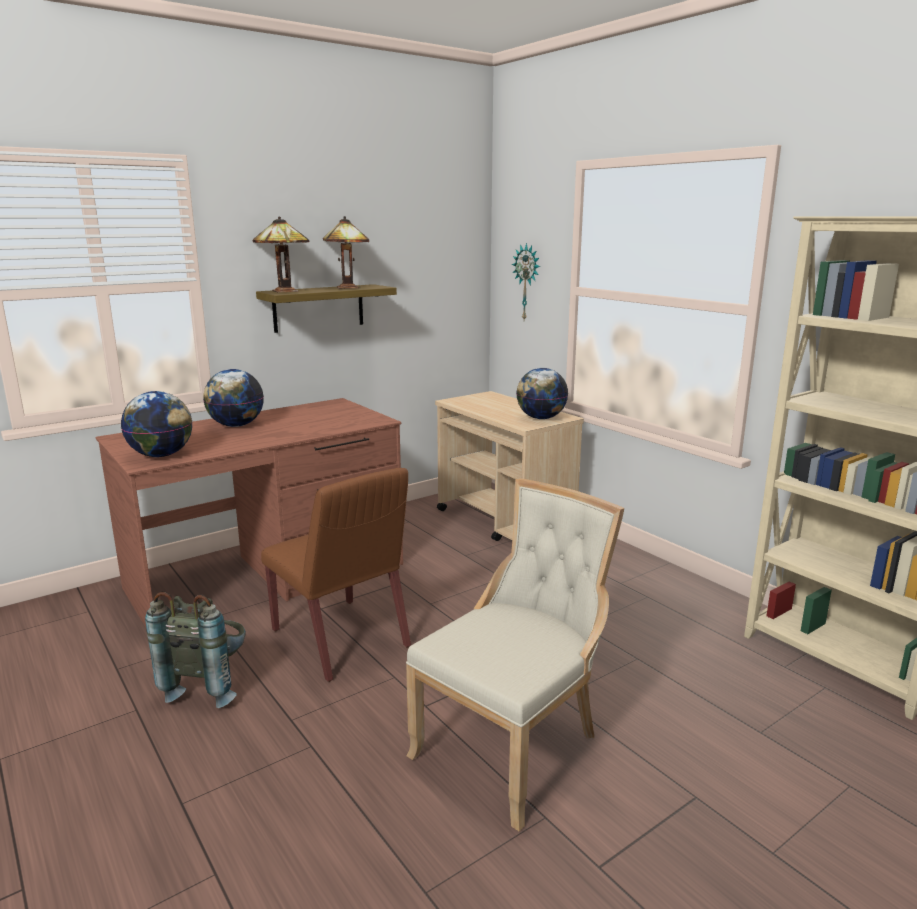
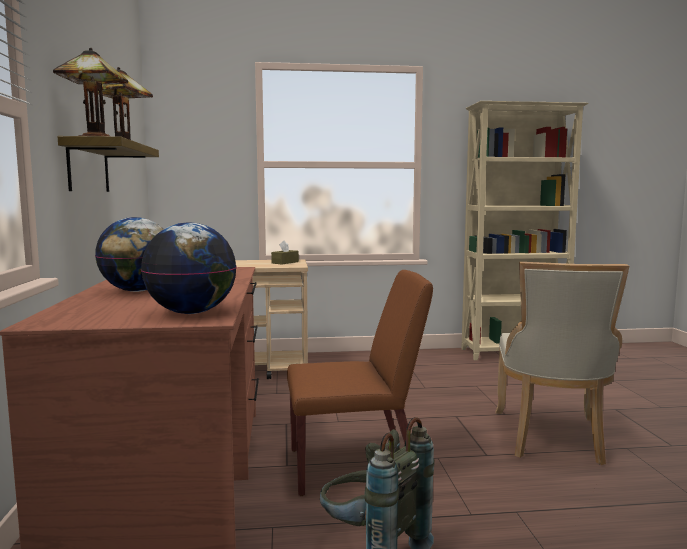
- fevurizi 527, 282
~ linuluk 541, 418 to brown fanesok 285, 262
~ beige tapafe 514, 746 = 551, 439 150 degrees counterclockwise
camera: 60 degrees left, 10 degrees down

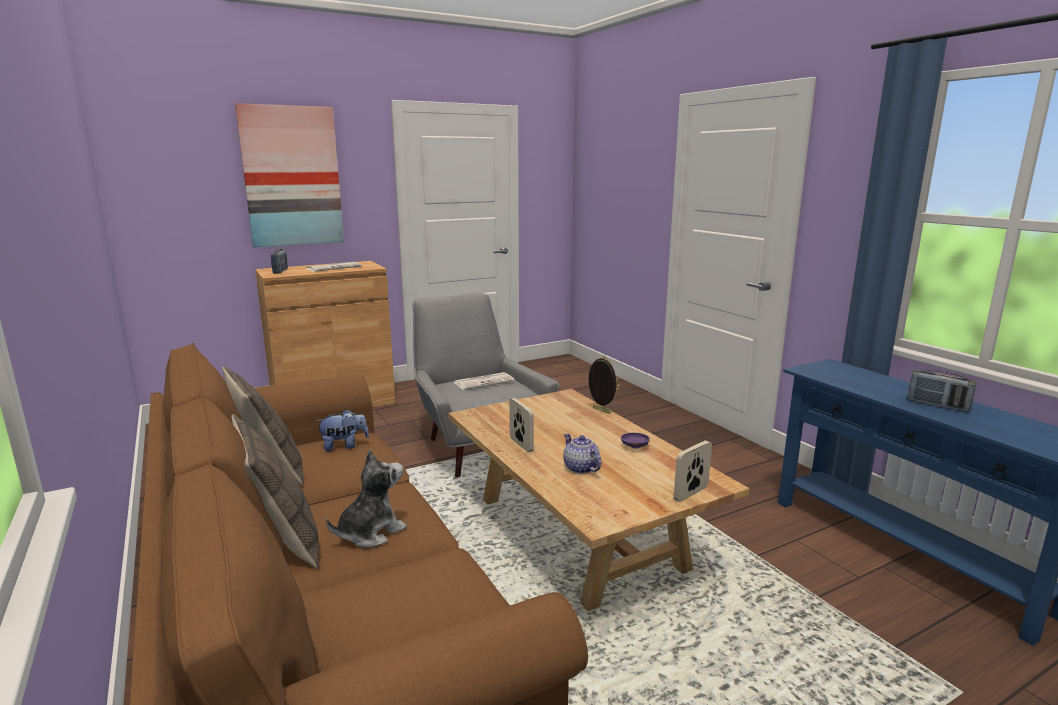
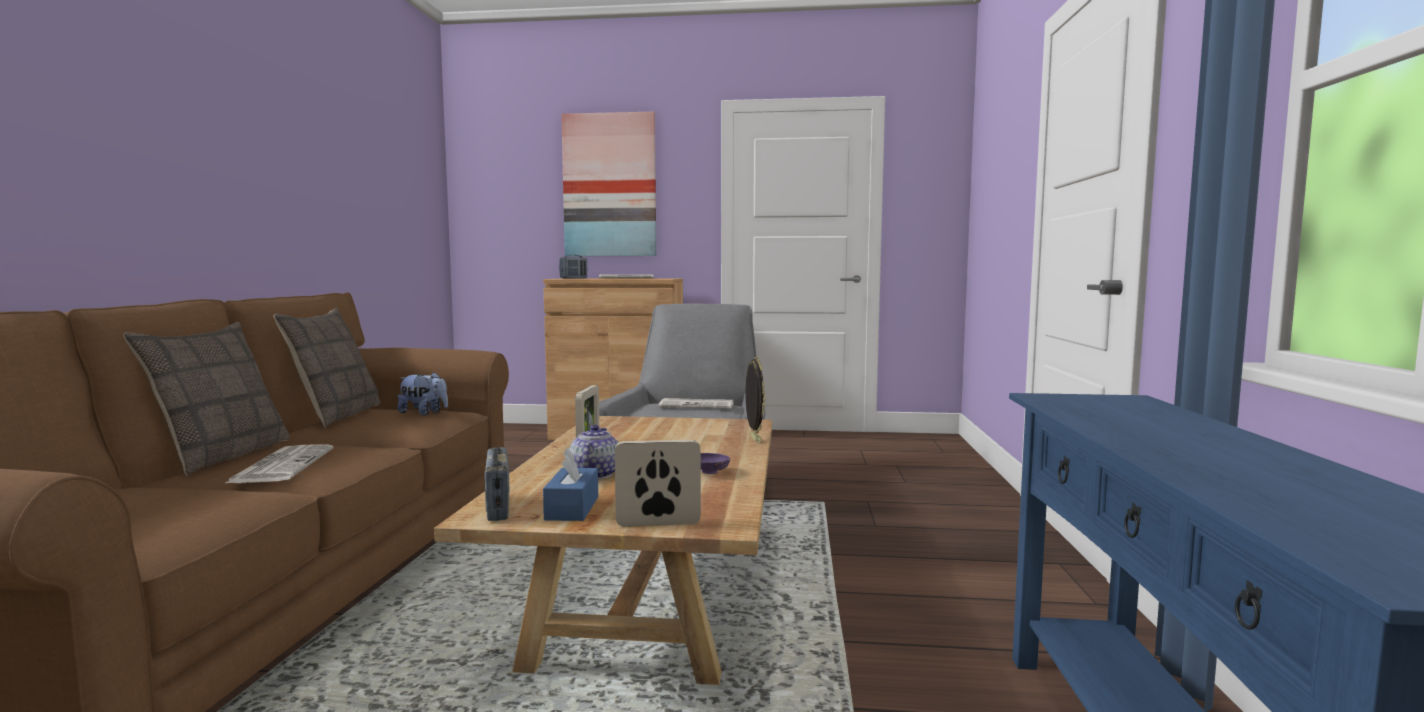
~ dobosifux 937, 406 to 498, 508
~ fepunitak 370, 532 to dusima 282, 465
+ blue fanesok 572, 508
camera: 35 degrees right, 10 degrees down

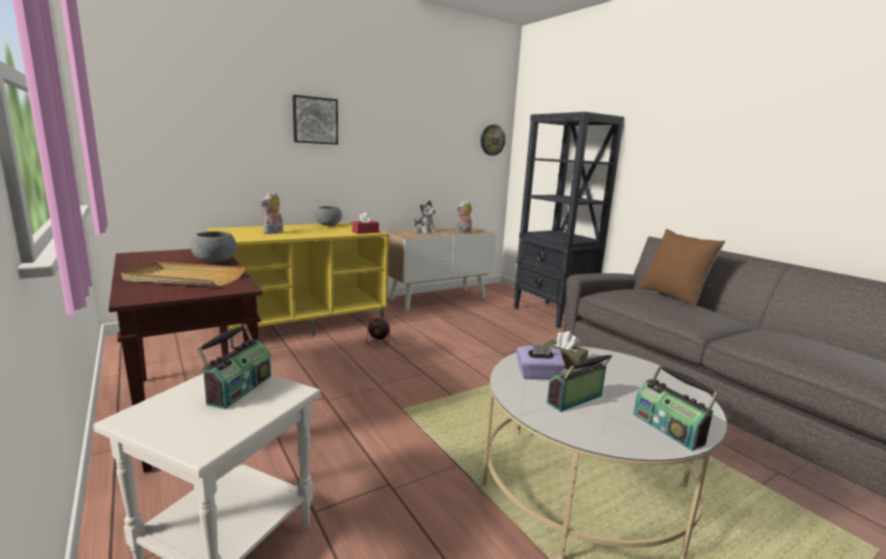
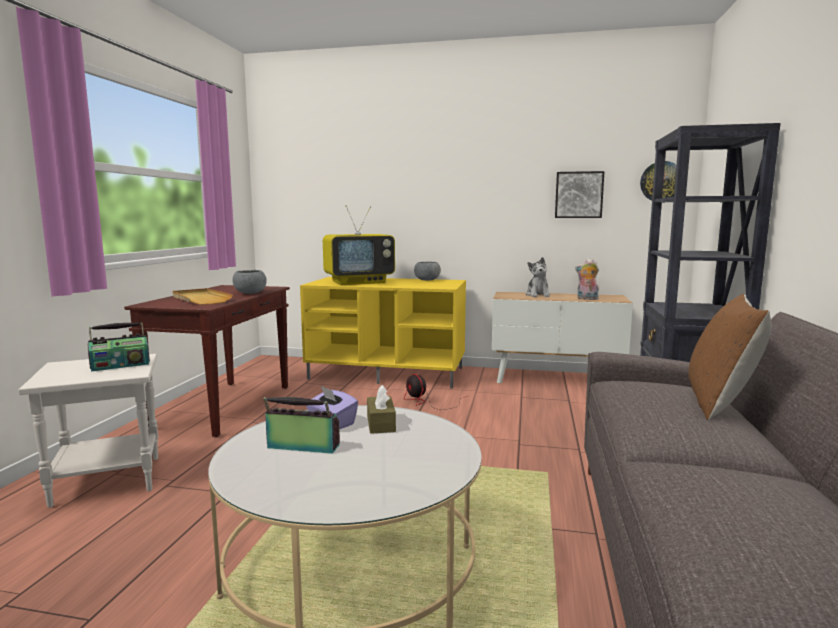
~ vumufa 315, 120 to 578, 195
~ fepunitak 273, 233 to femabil 359, 282
- red fanesok 365, 232
- dobosifux 668, 428
camera: 45 degrees right, 5 degrees down

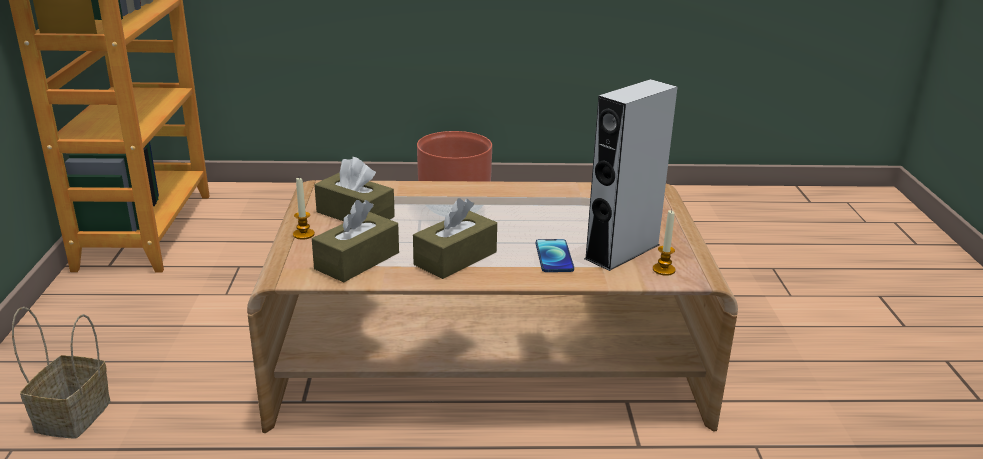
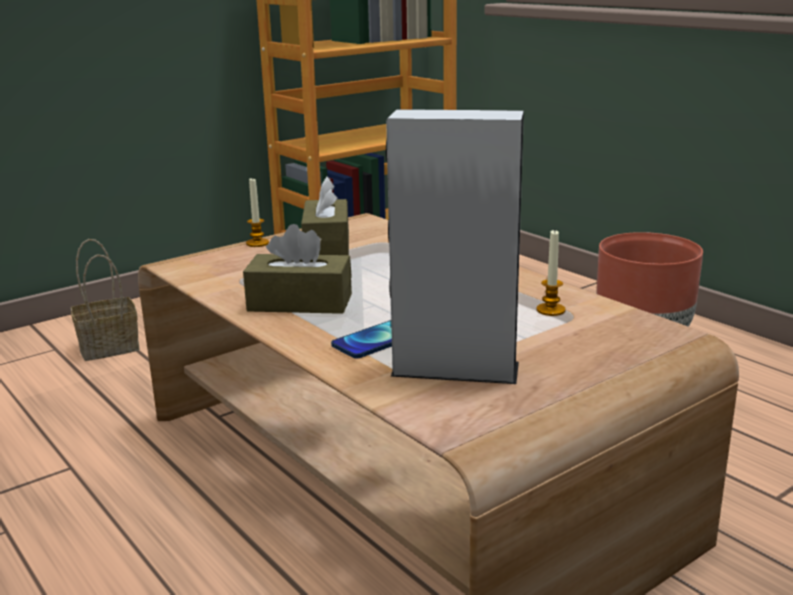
- brown fanesok 357, 261
~ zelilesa 663, 270 to 550, 310
camera: 55 degrees right, 5 degrees down

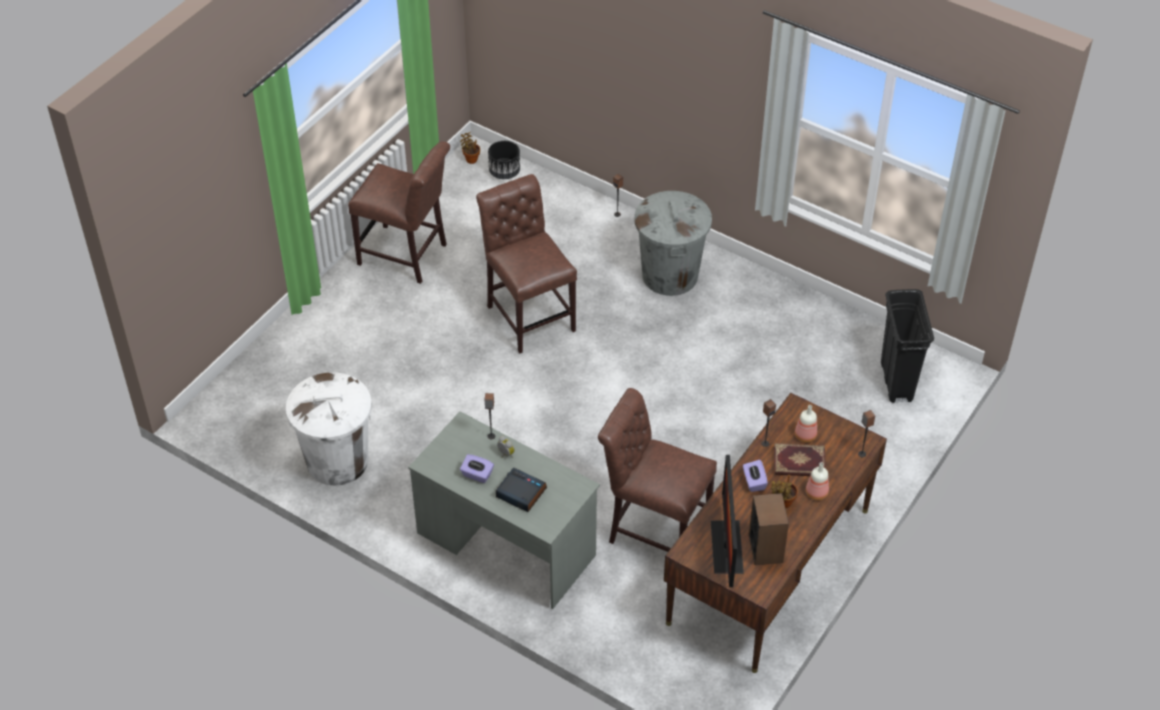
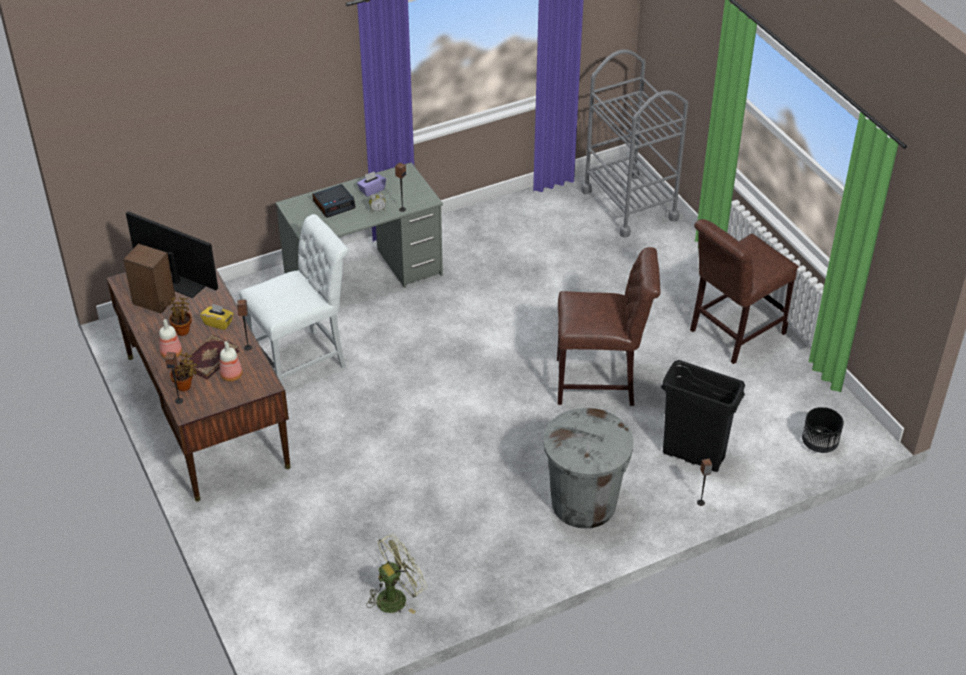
~ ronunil 471, 159 to 185, 386
~ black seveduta 896, 381 to 694, 455
- white seveduta 338, 461
~ brown tapafe 654, 529 to white tapafe 303, 361
~ purple fanesok 754, 482 to yellow fanesok 218, 323
+ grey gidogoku 629, 204
+ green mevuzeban 396, 596
camera: 120 degrees right, 5 degrees down

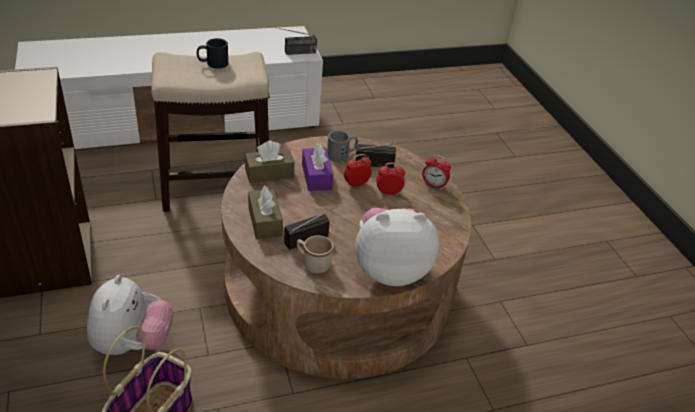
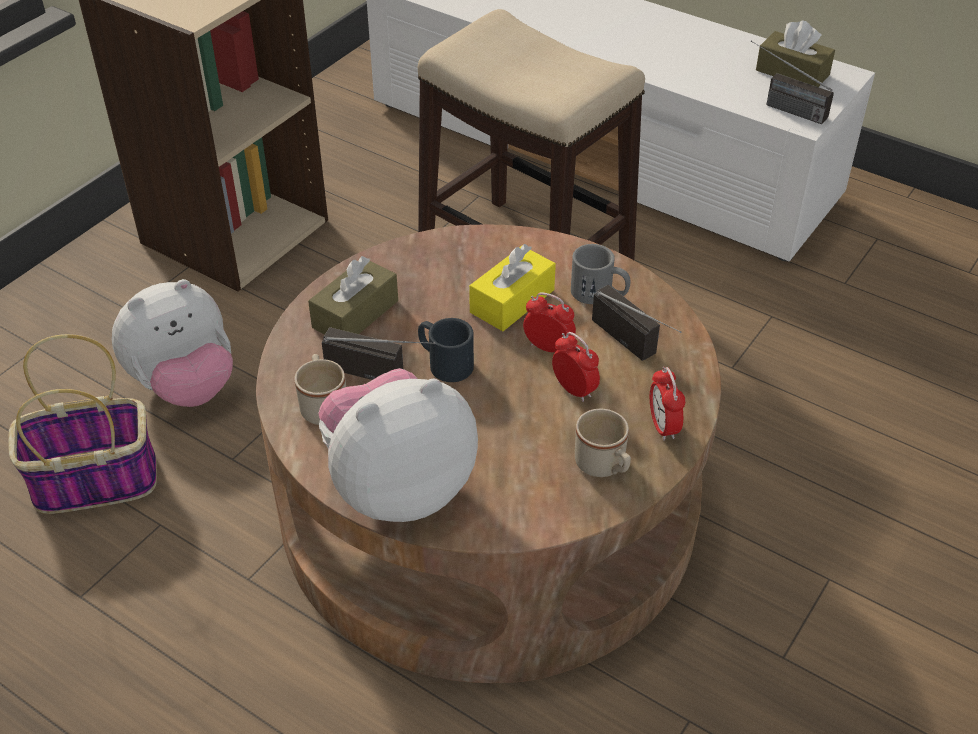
~ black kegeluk 212, 63 to 444, 362
~ brown fanesok 269, 173 to 792, 72
~ purple fanesok 316, 176 to yellow fanesok 512, 301
~ fepunitak 390, 269 = 398, 487 75 degrees counterclockwise
+ beige kegeluk 604, 466
camera: 55 degrees right, 5 degrees up

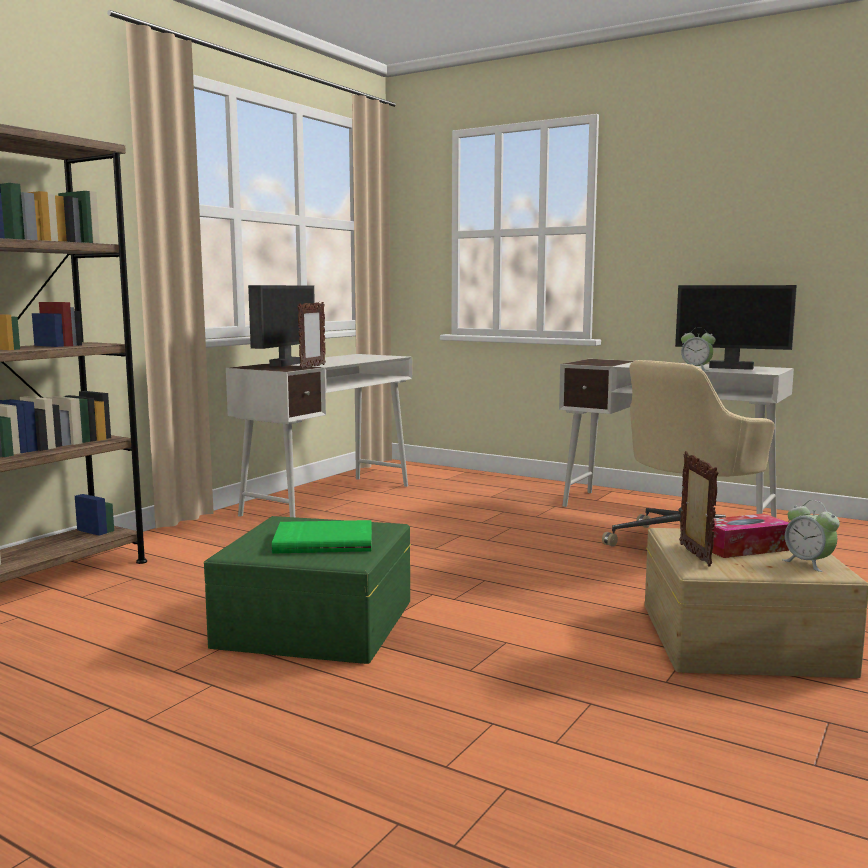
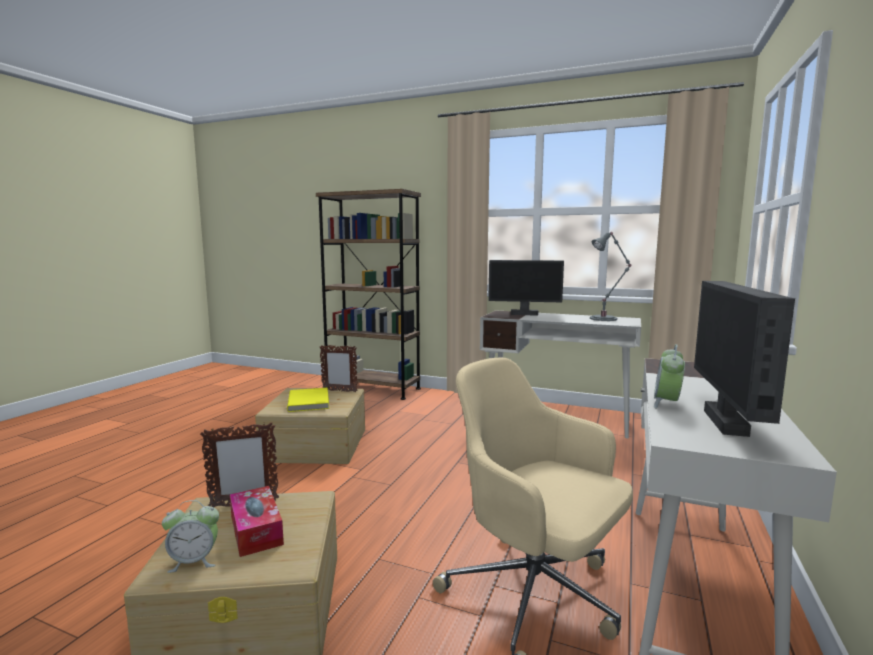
~ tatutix 312, 366 to 339, 391
~ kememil 808, 563 = 194, 561 150 degrees counterclockwise
~ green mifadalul 314, 623 to beige mifadalul 315, 444
~ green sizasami 324, 541 to yellow sizasami 310, 402
+ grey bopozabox 605, 318
camera: 80 degrees right, 0 degrees up

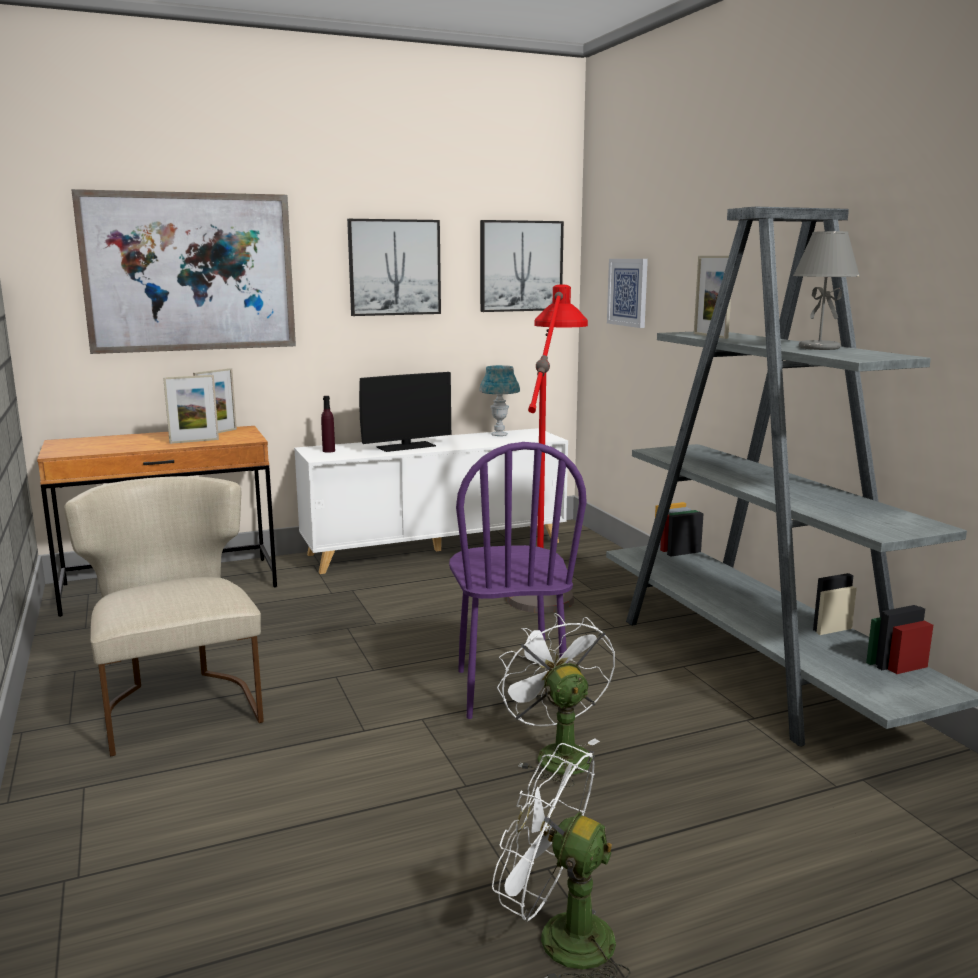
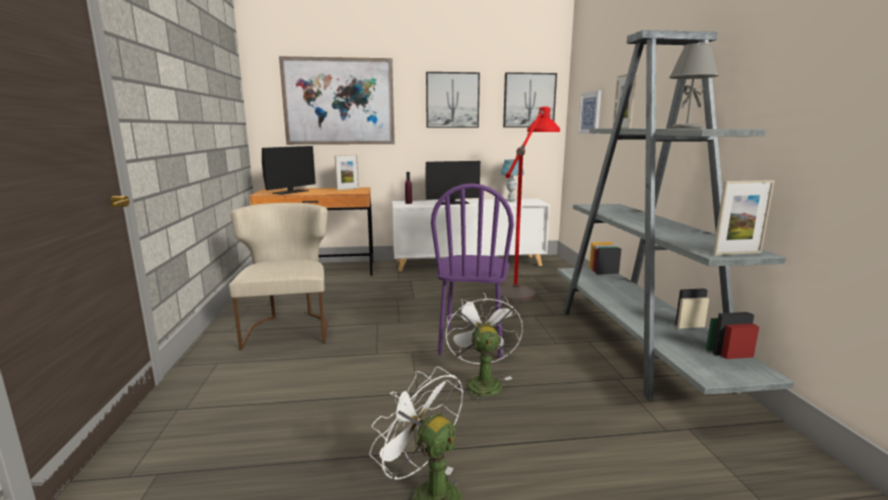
~ tatutix 194, 441 to 737, 253
+ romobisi 290, 192
camera: 15 degrees right, 0 degrees up

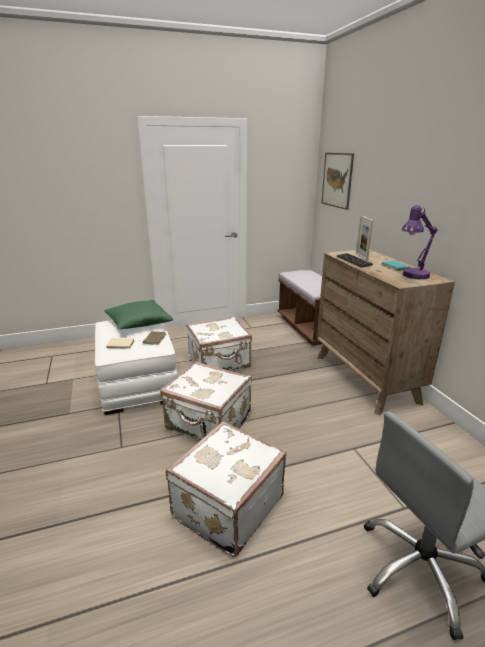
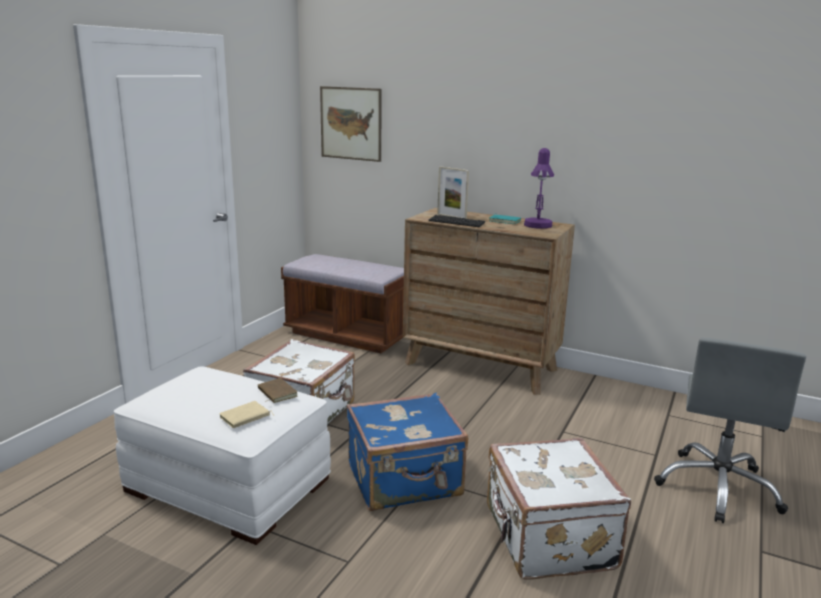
- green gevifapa 138, 323
~ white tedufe 208, 423 to blue tedufe 405, 481
camera: 45 degrees left, 5 degrees down

